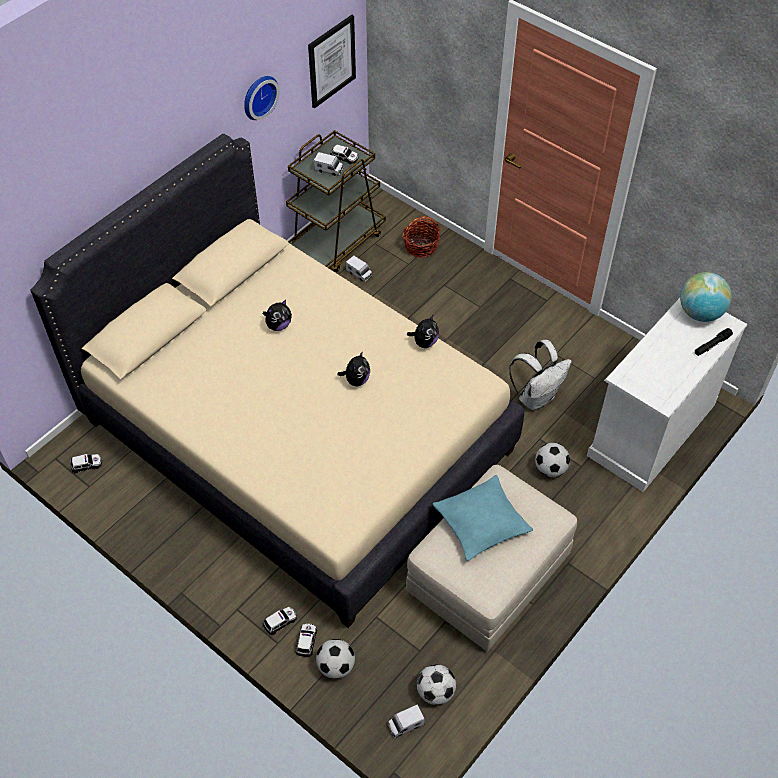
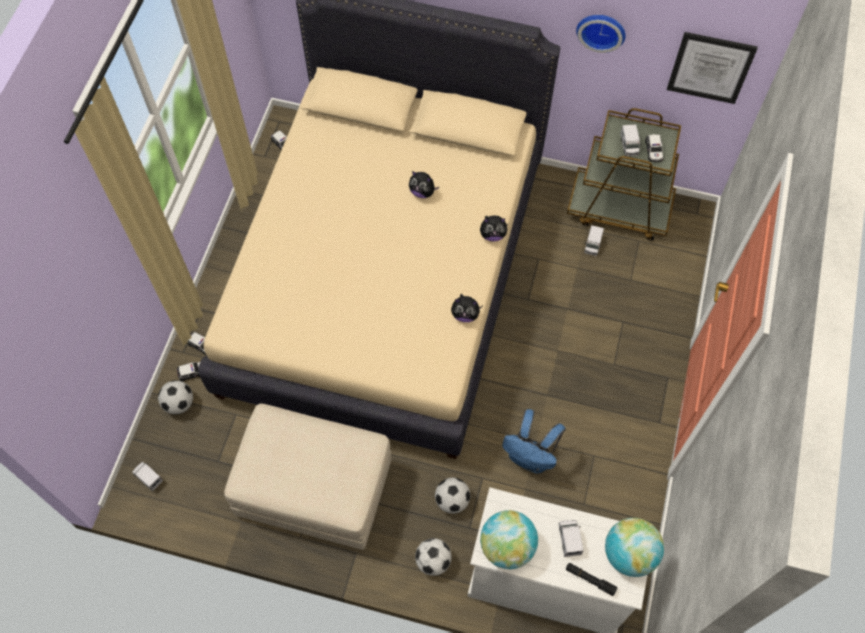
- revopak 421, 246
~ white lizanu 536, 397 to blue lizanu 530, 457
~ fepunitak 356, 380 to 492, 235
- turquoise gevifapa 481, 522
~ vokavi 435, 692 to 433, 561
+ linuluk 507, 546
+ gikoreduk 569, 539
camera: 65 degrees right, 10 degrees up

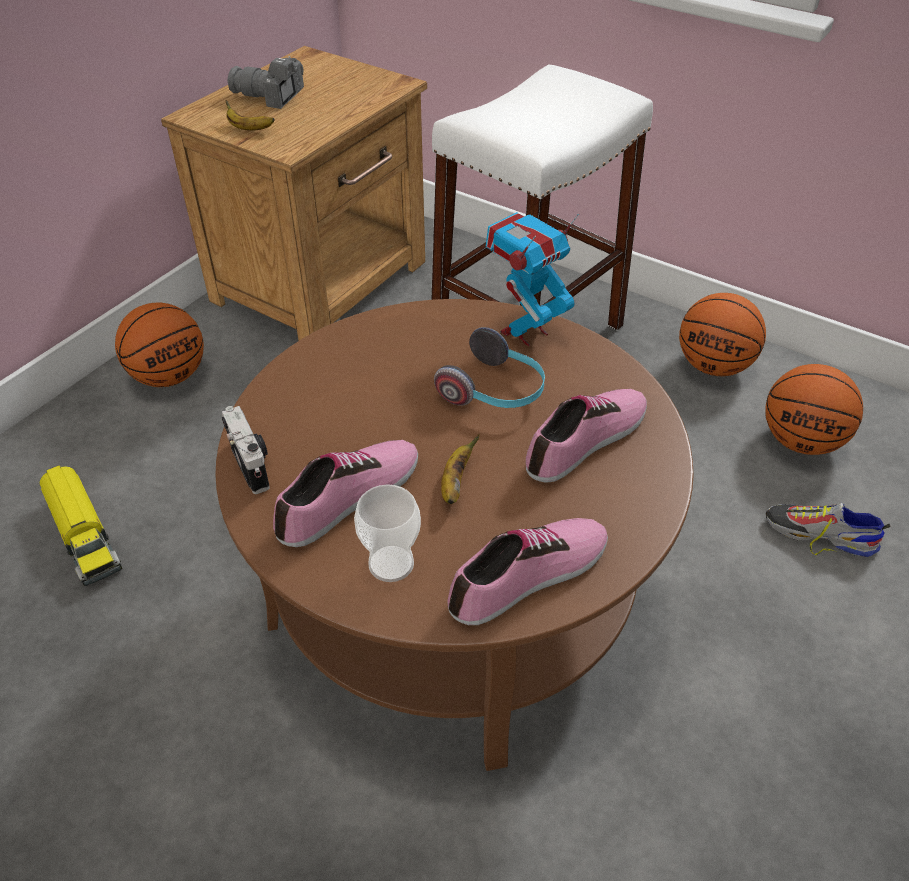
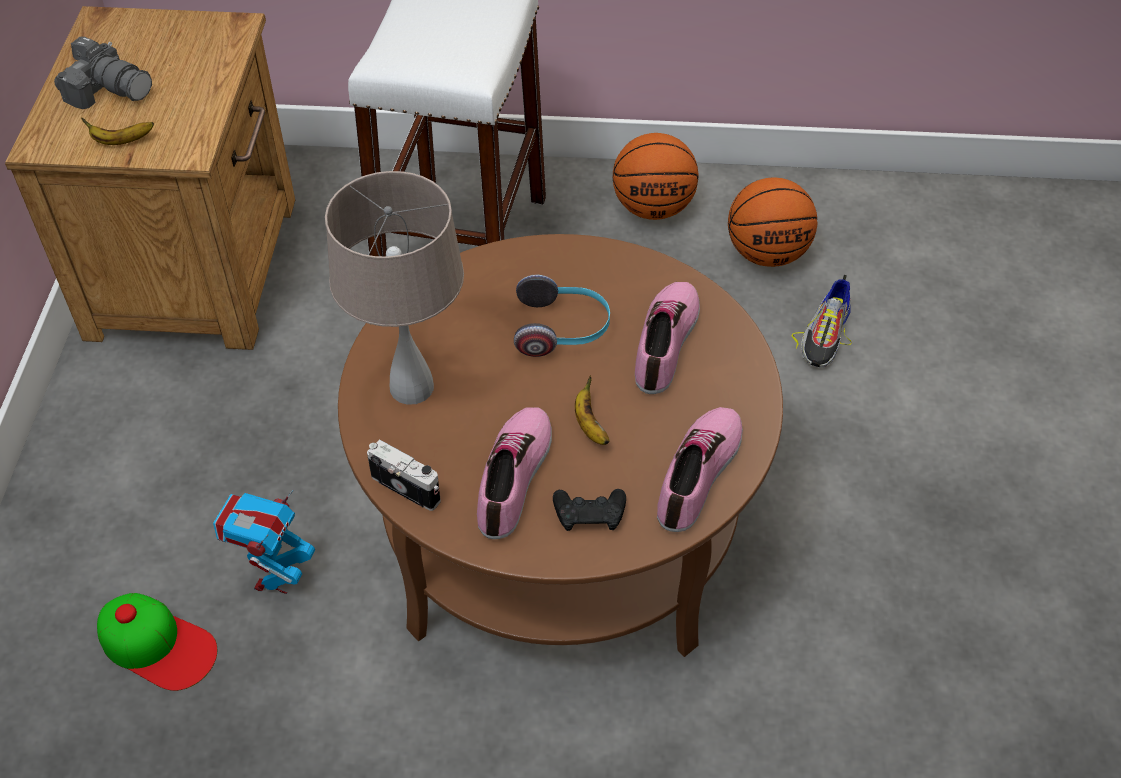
~ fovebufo 271, 96 = 108, 90 135 degrees counterclockwise
~ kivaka 525, 332 to 276, 578
- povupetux 169, 376
~ gikoreduk 83, 534 to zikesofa 158, 645
~ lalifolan 391, 563 to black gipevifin 589, 513
~ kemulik 819, 534 = 825, 335 60 degrees counterclockwise
+ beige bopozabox 412, 388
camera: 30 degrees left, 5 degrees up

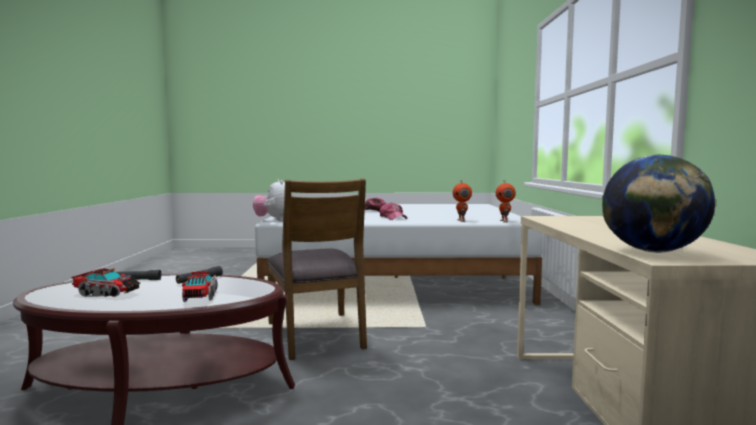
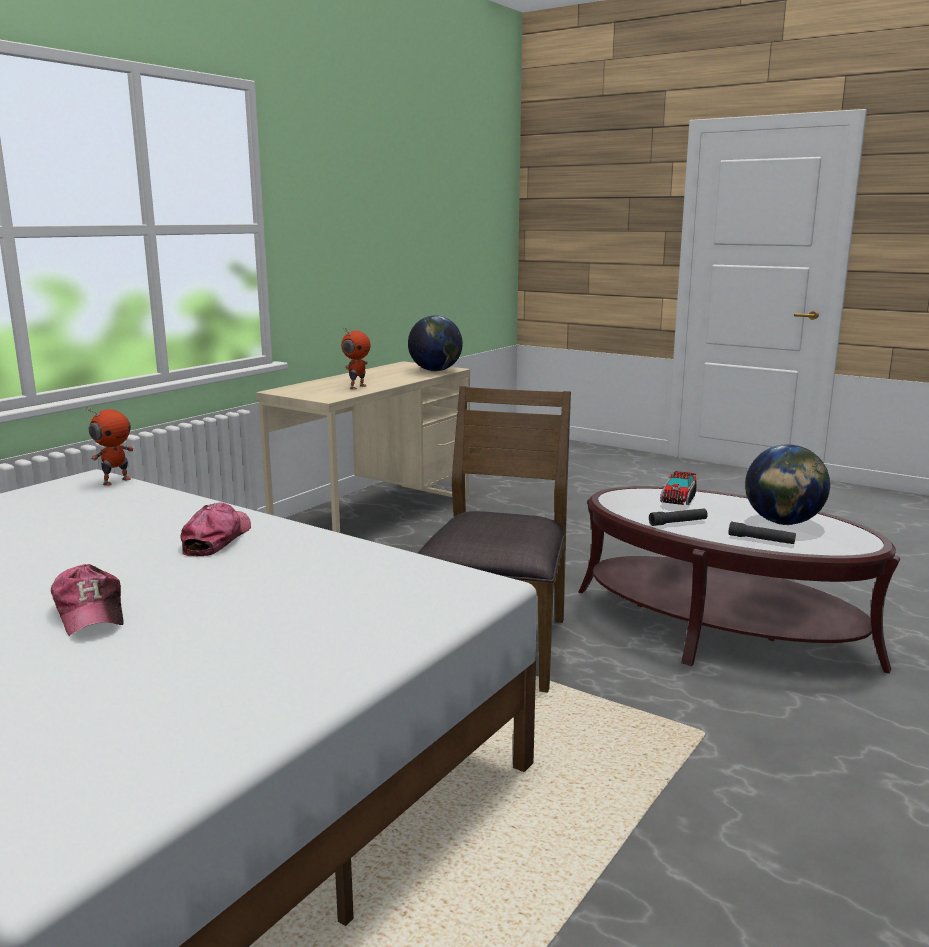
- fepunitak 274, 220
~ kivaka 461, 220 to 357, 387
~ gikoreduk 106, 293 to linuluk 782, 523
camera: 145 degrees left, 10 degrees up

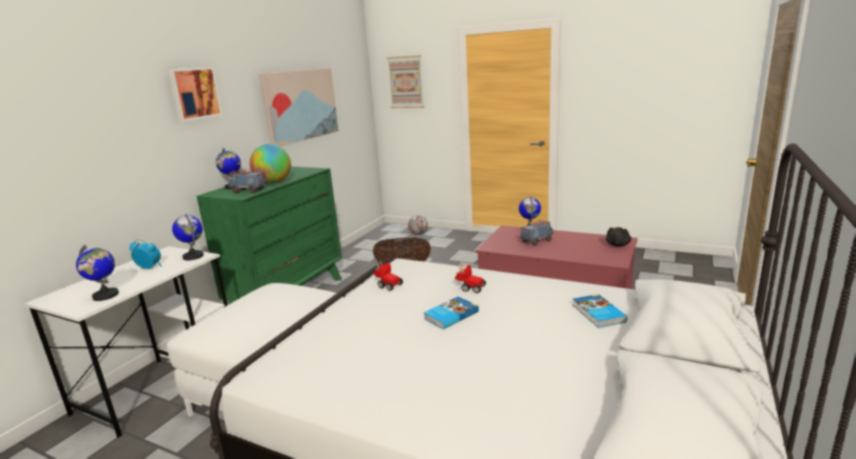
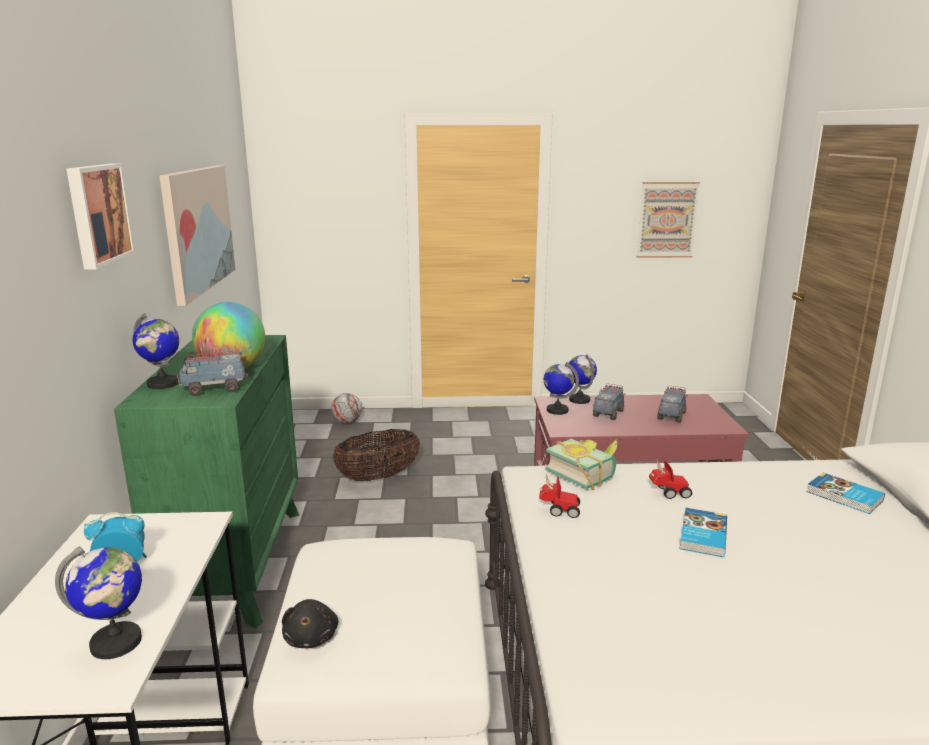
~ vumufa 406, 82 to 667, 220
~ linuluk 193, 256 to 557, 410
~ black fepunitak 618, 245 to 311, 637
+ gikoreduk 671, 416
+ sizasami 584, 474
camera: 30 degrees left, 0 degrees up

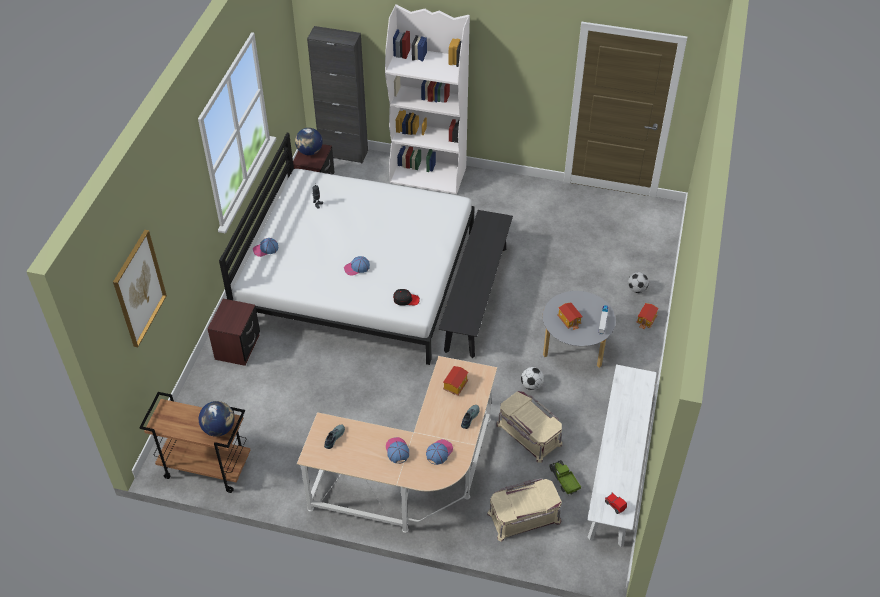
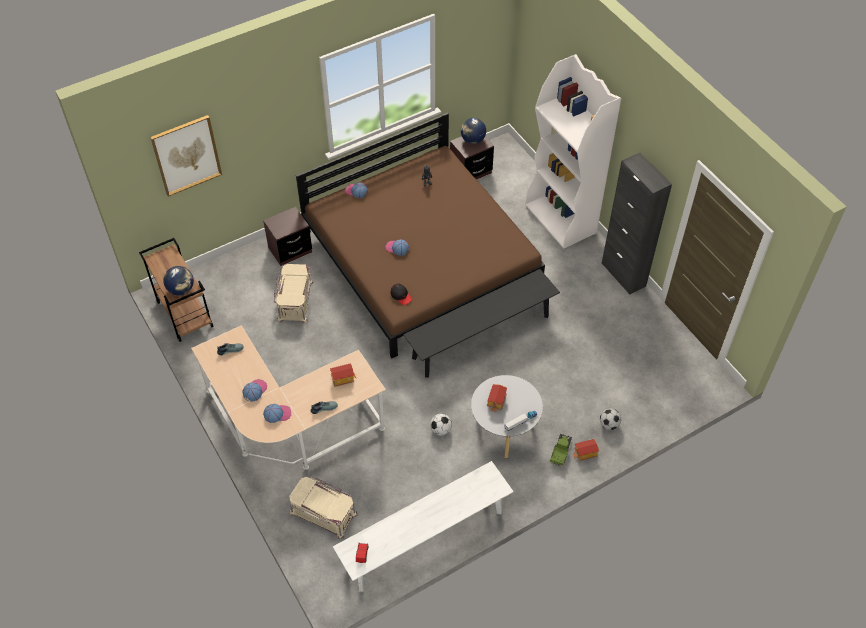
~ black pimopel 343, 153 to 623, 274
~ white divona 357, 275 to brown divona 421, 258
~ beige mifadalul 528, 434 to 294, 300
~ gikoreduk 563, 481 to 560, 452
camera: 45 degrees right, 5 degrees up

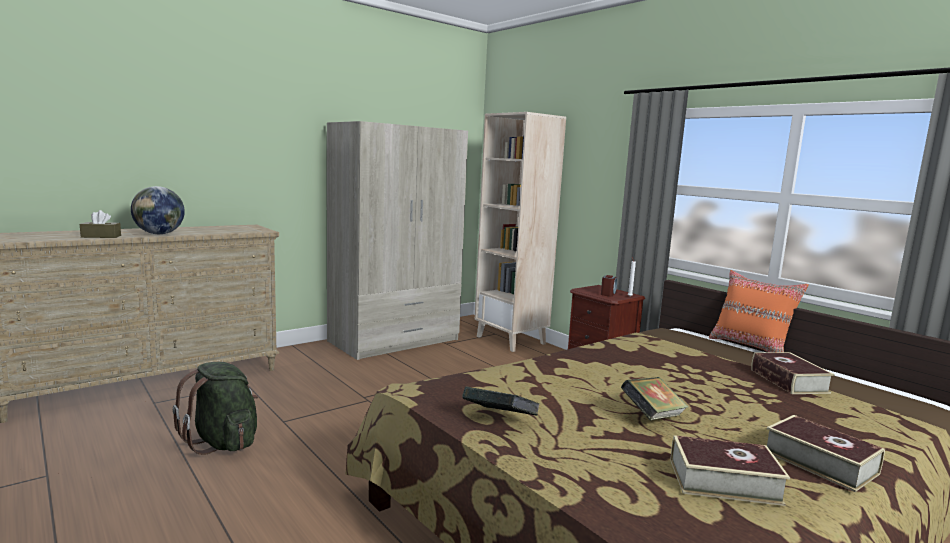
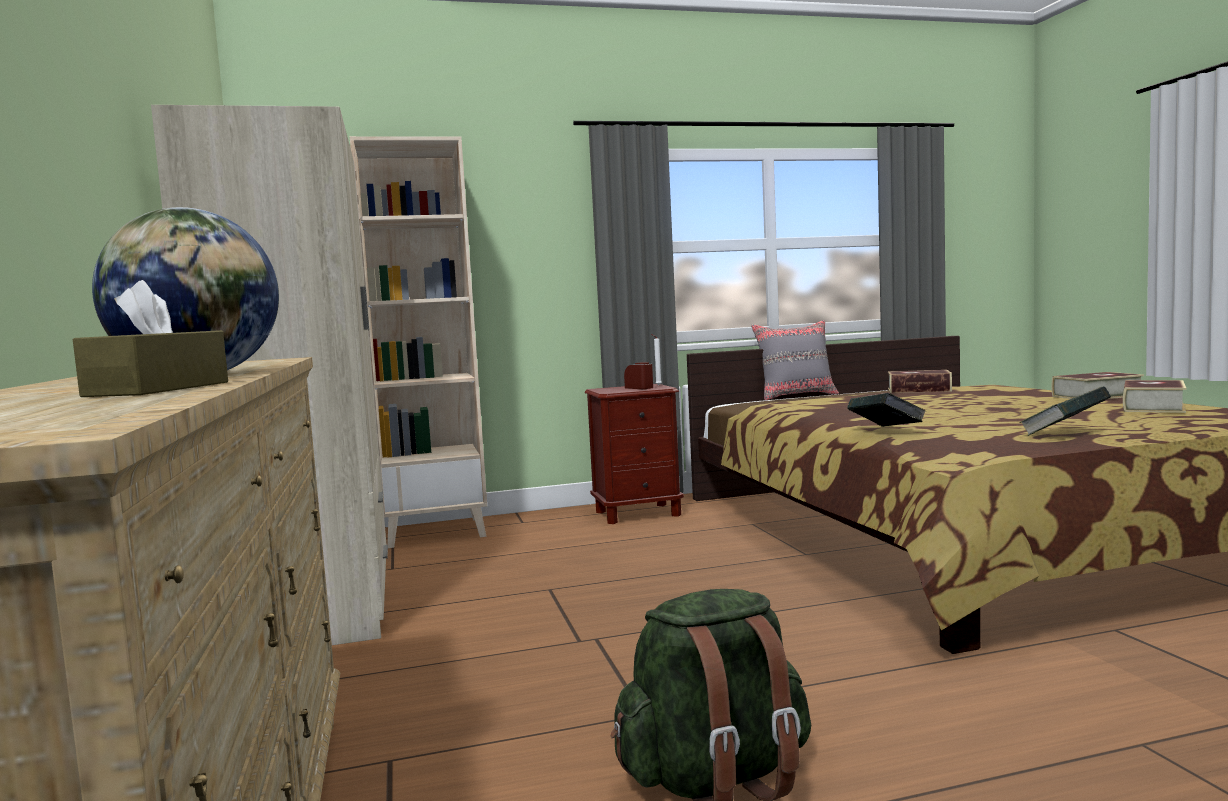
~ orange gevifapa 750, 346 to grey gevifapa 796, 396
~ sizasami 652, 416 to 886, 431
camera: 65 degrees left, 5 degrees down

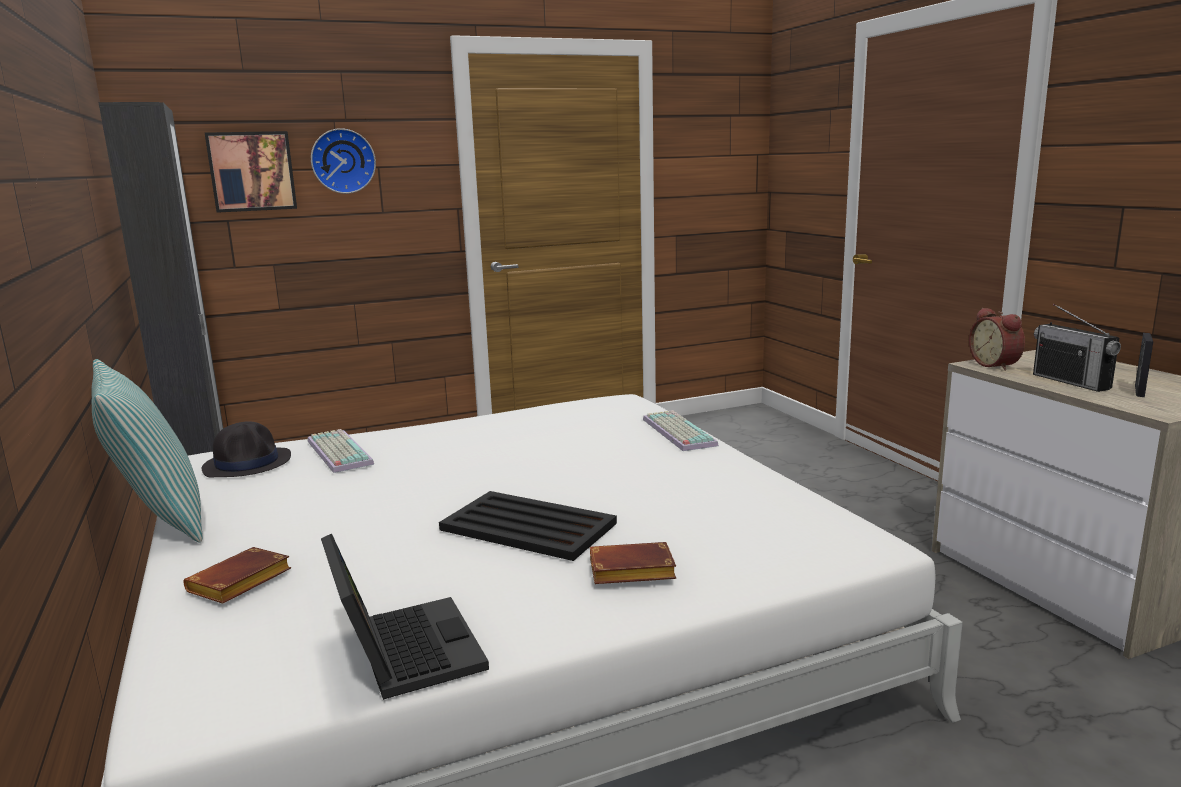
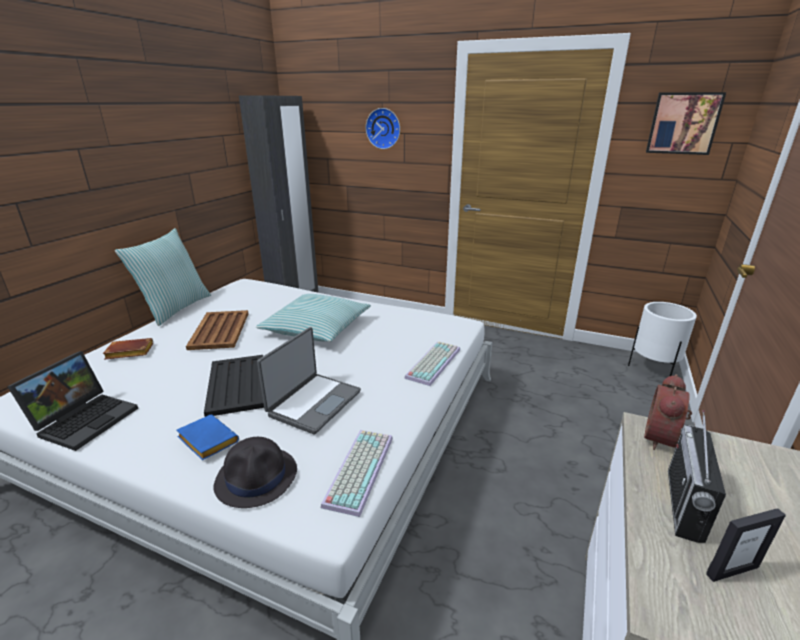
~ vumufa 252, 171 to 683, 123
~ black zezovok 248, 463 to 257, 477
~ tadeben 336, 452 to 358, 468
~ brown sizasami 629, 572 to blue sizasami 206, 441
+ gevifapa 316, 328
+ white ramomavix 653, 370
+ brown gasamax 219, 331
+ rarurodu 313, 403
camera: 45 degrees right, 10 degrees up

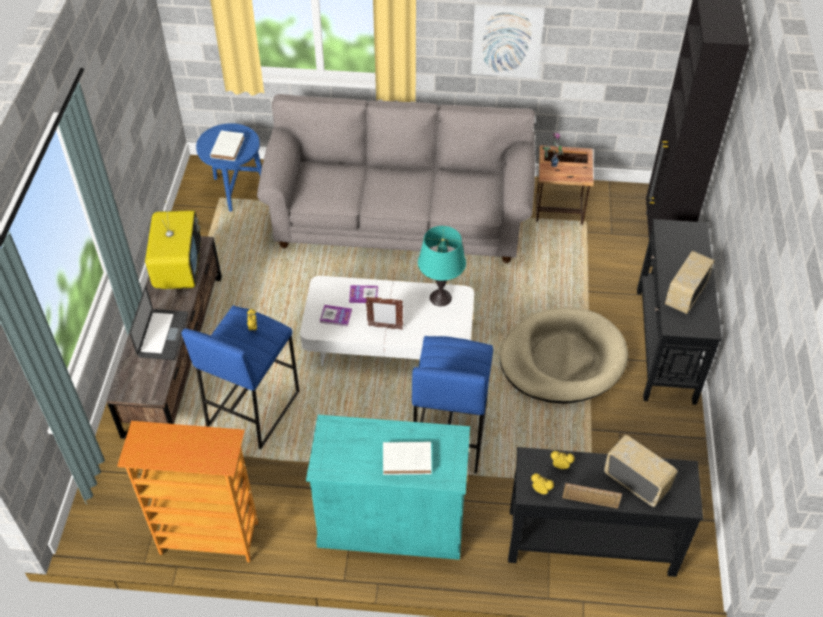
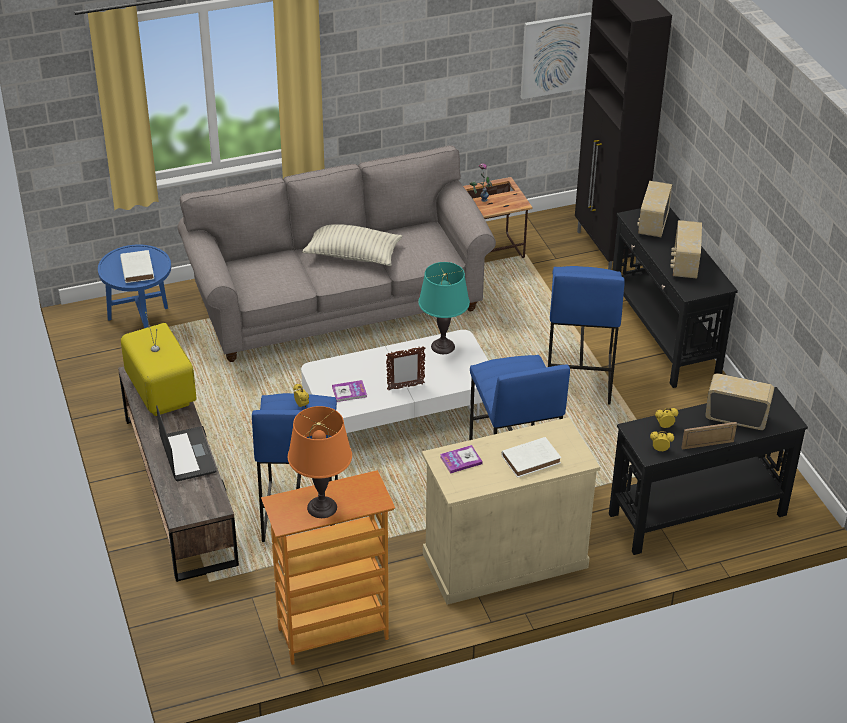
~ vumufa 506, 40 to 554, 55
~ sizasami 363, 295 to 461, 460
~ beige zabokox 562, 359 to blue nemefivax 577, 377
~ turquoise pimopel 391, 522 to beige pimopel 504, 560
+ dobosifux 652, 224
+ gevifapa 353, 255
+ orange bopozabox 321, 507
camera: 25 degrees left, 10 degrees down

